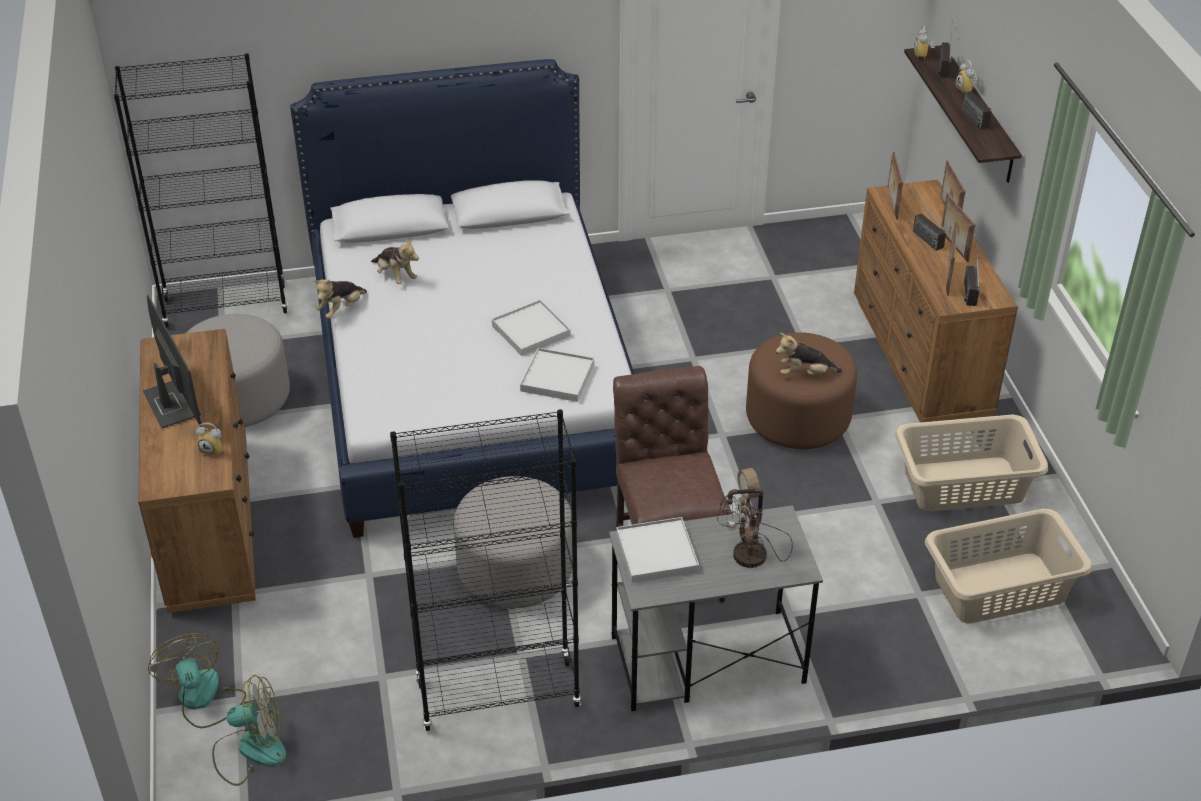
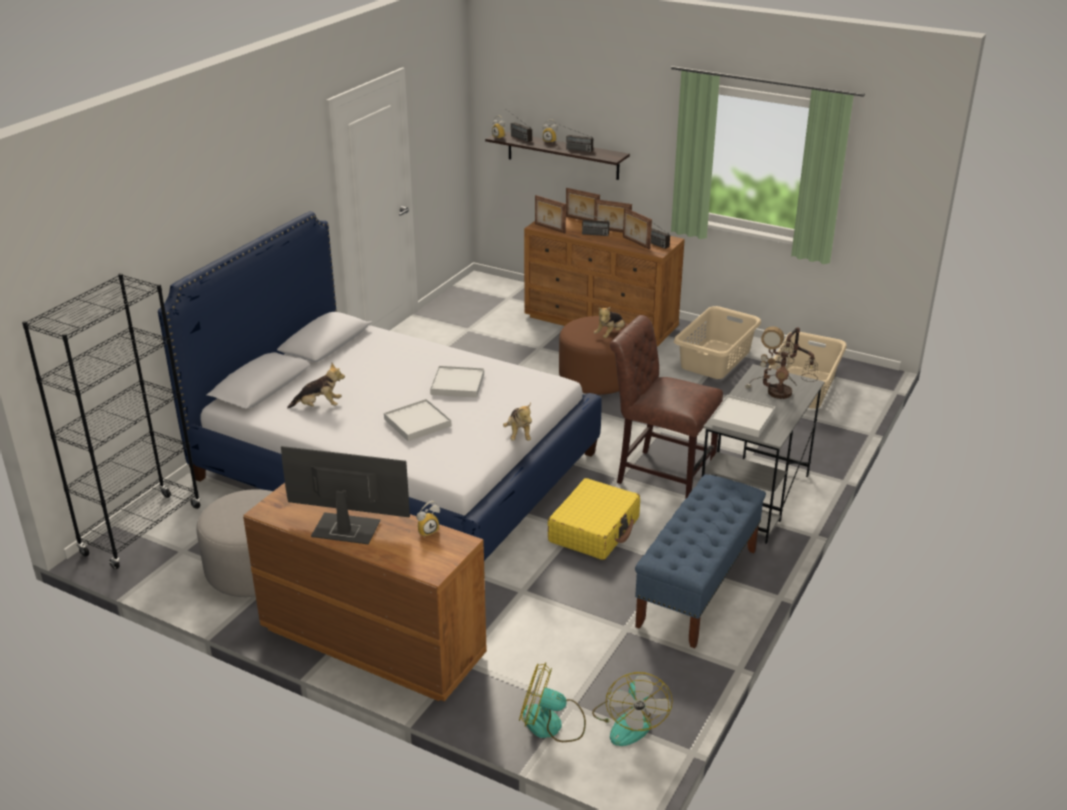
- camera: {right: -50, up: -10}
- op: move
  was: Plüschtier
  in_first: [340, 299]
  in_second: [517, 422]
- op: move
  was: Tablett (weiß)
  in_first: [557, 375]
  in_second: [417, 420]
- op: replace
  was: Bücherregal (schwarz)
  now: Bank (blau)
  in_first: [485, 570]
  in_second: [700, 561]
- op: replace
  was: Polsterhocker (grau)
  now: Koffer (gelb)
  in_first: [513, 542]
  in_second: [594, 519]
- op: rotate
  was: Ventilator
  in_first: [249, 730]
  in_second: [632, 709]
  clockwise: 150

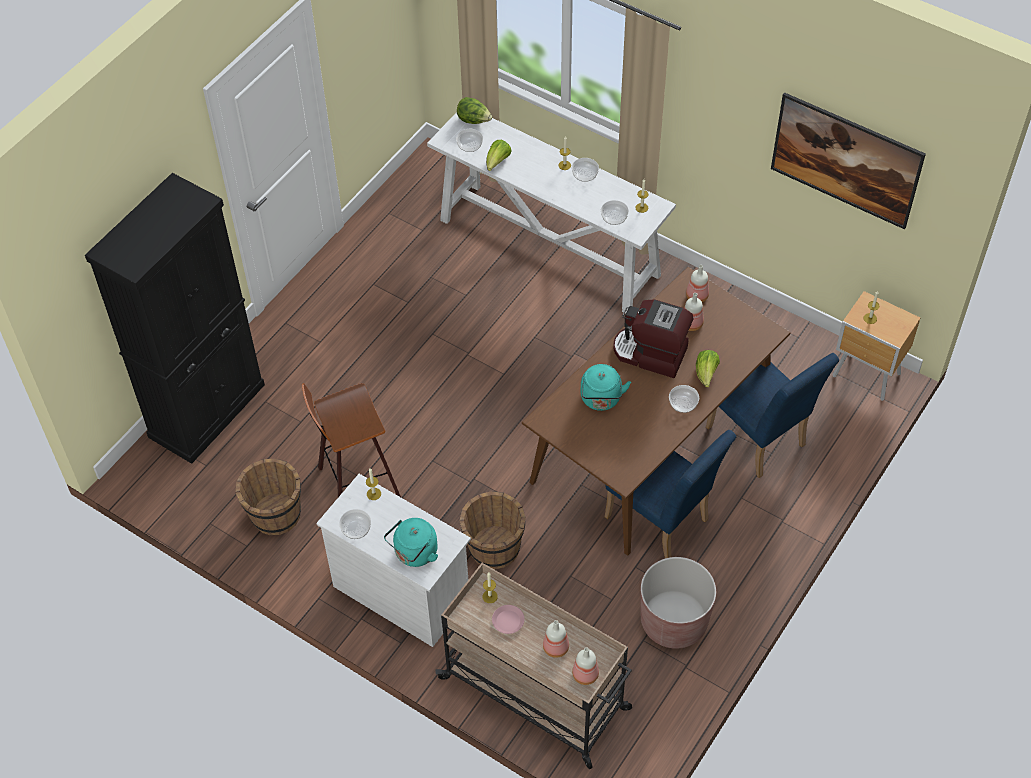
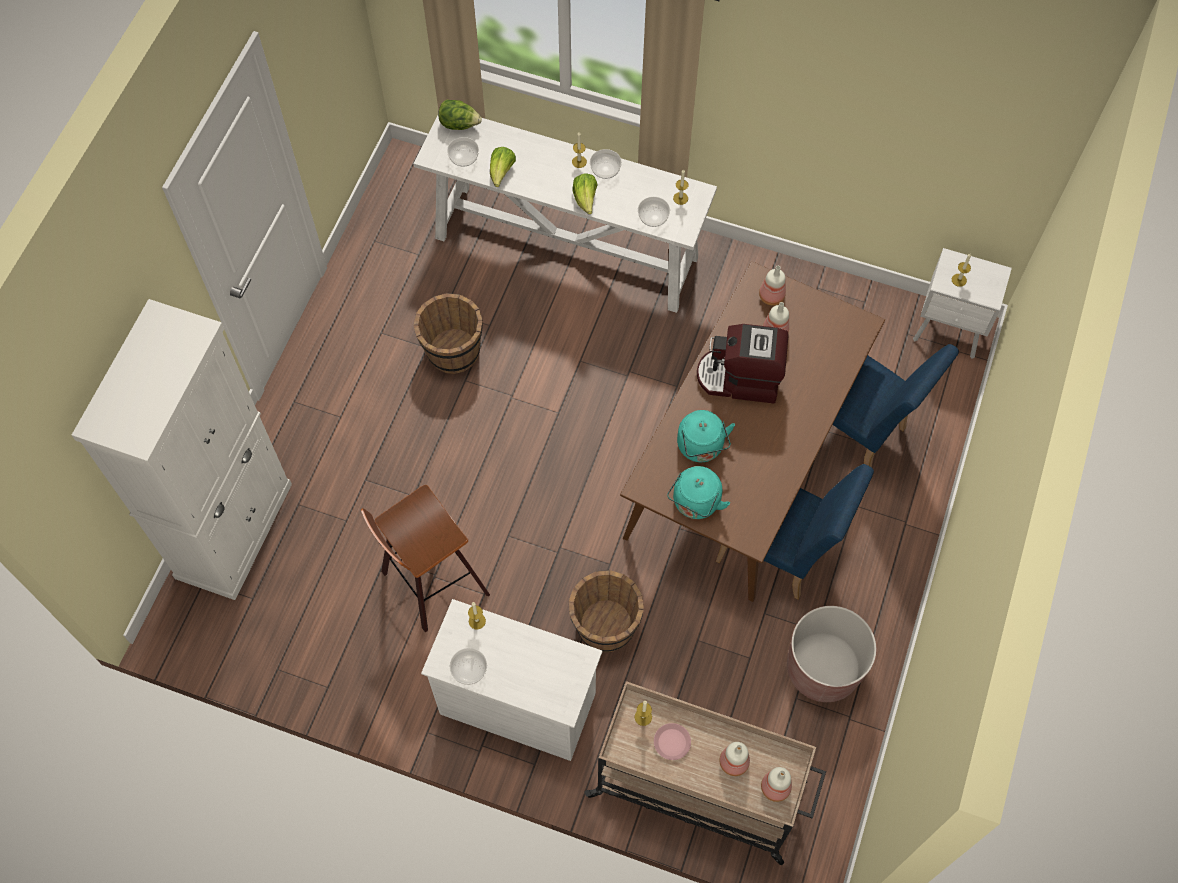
- camera: {right: -15, up: 10}
- op: delete
  was: Schüssel
  in_first: [684, 399]
- op: delete
  was: Bild
  in_first: [848, 160]
- op: move
  was: Eimer (braun)
  in_first: [268, 497]
  in_second: [448, 333]
- op: move
  was: Wasserkessel (türkis)
  in_first: [411, 542]
  in_second: [698, 492]
- op: move
  was: Salatkopf
  in_first: [708, 368]
  in_second: [585, 194]
- op: recolor
  was: Schrank (schwarz)
  now: Schrank (weiß)
  in_first: [175, 318]
  in_second: [182, 449]
- op: recolor
  was: Nachttisch (braun)
  now: Nachttisch (weiß)
  in_first: [876, 346]
  in_second: [962, 303]

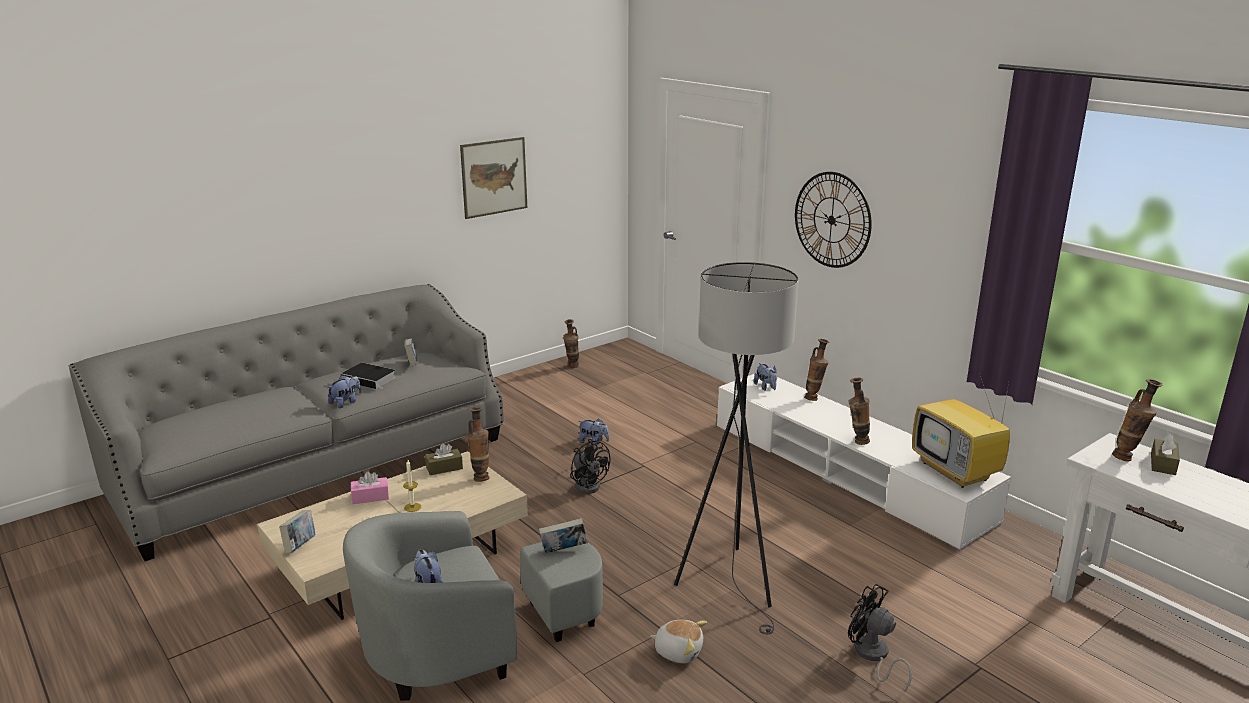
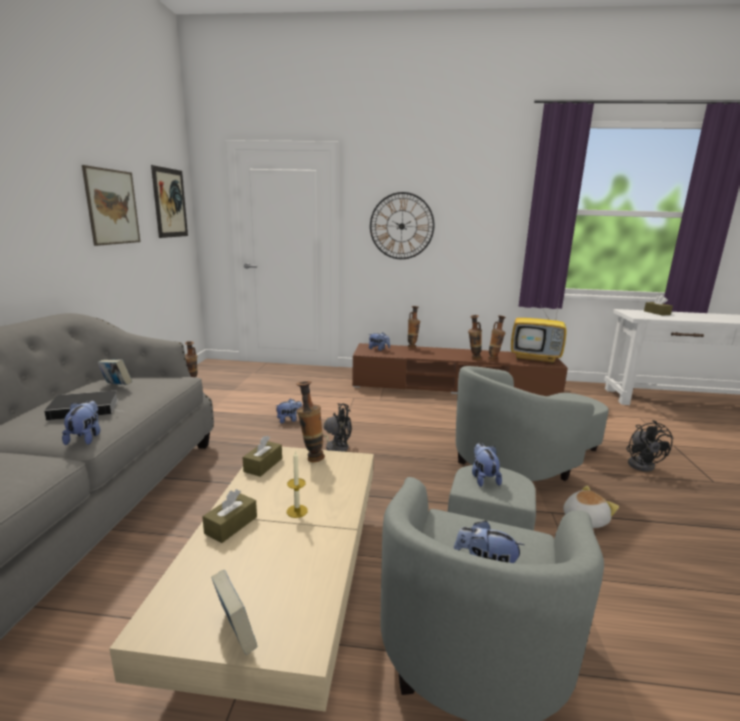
- camera: {right: -45, up: -5}
- op: insert
  now: Bild
  in_second: [169, 201]
- op: move
  was: Vase
  in_first: [1137, 420]
  in_second: [497, 338]
- op: replace
  was: Buch
  now: Plüschtier
  in_first: [563, 535]
  in_second: [487, 465]
- op: replace
  was: Stehlampe (grau)
  now: Sessel (grau)
  in_first: [736, 448]
  in_second: [532, 423]
- op: recolor
  was: Taschentuchbox (rosa)
  now: Taschentuchbox (braun)
  in_first: [370, 487]
  in_second: [229, 516]
- op: recolor
  was: Fernsehschrank (weiß)
  now: Fernsehschrank (braun)
  in_first: [864, 461]
  in_second: [460, 369]
- op: rotate
  was: Ventilator (schwarz)
  in_first: [880, 637]
  in_second: [650, 446]
  clockwise: -90

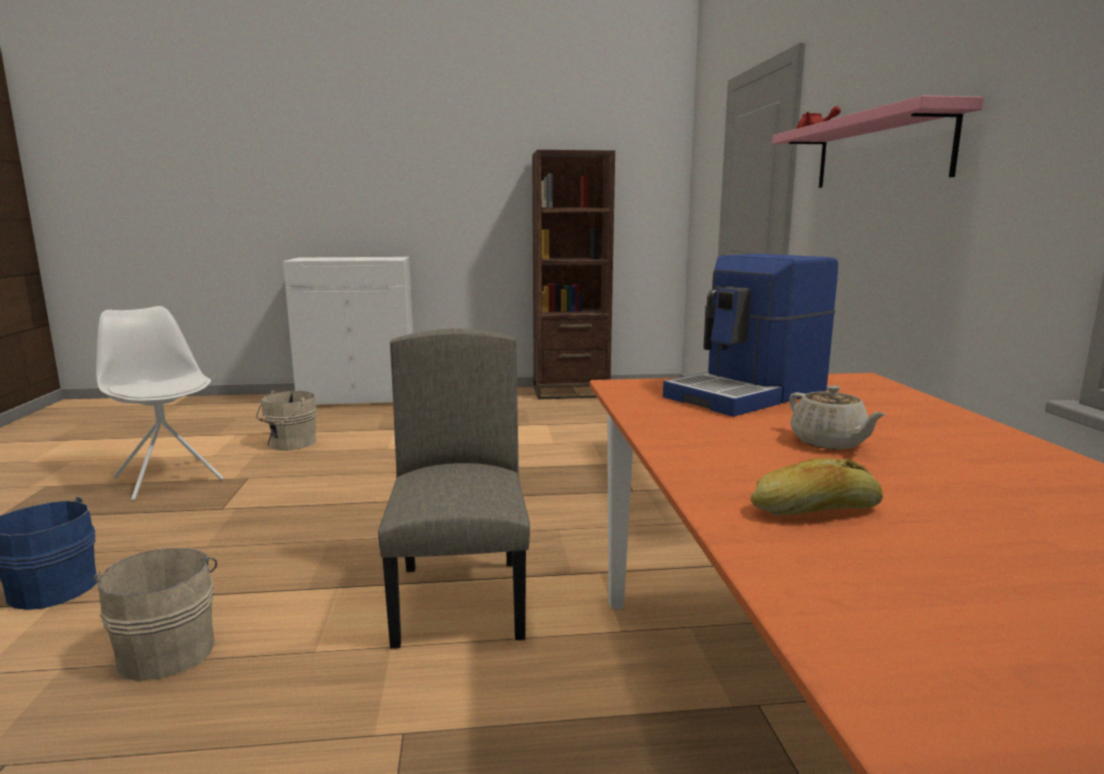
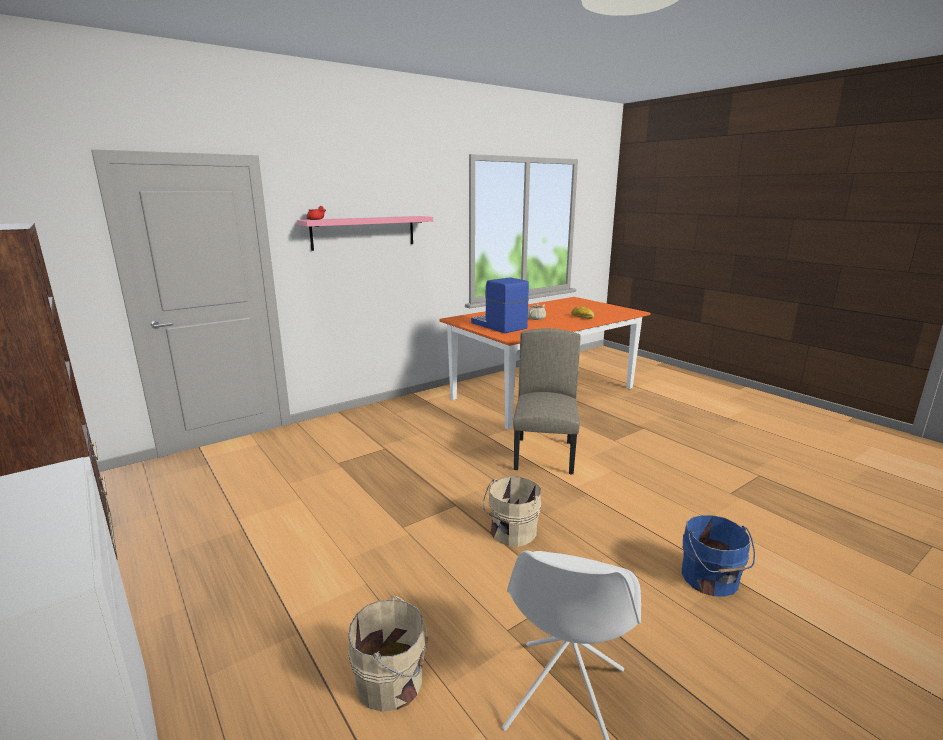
- camera: {right: -120, up: 5}
- op: move
  was: Eimer (beige)
  in_first: [155, 614]
  in_second: [512, 511]
- op: rotate
  was: Stuhl (beige)
  in_first: [454, 488]
  in_second: [547, 401]
  clockwise: 135
- op: rotate
  was: Kaffeemaschine
  in_first: [750, 335]
  in_second: [500, 305]
  clockwise: -150

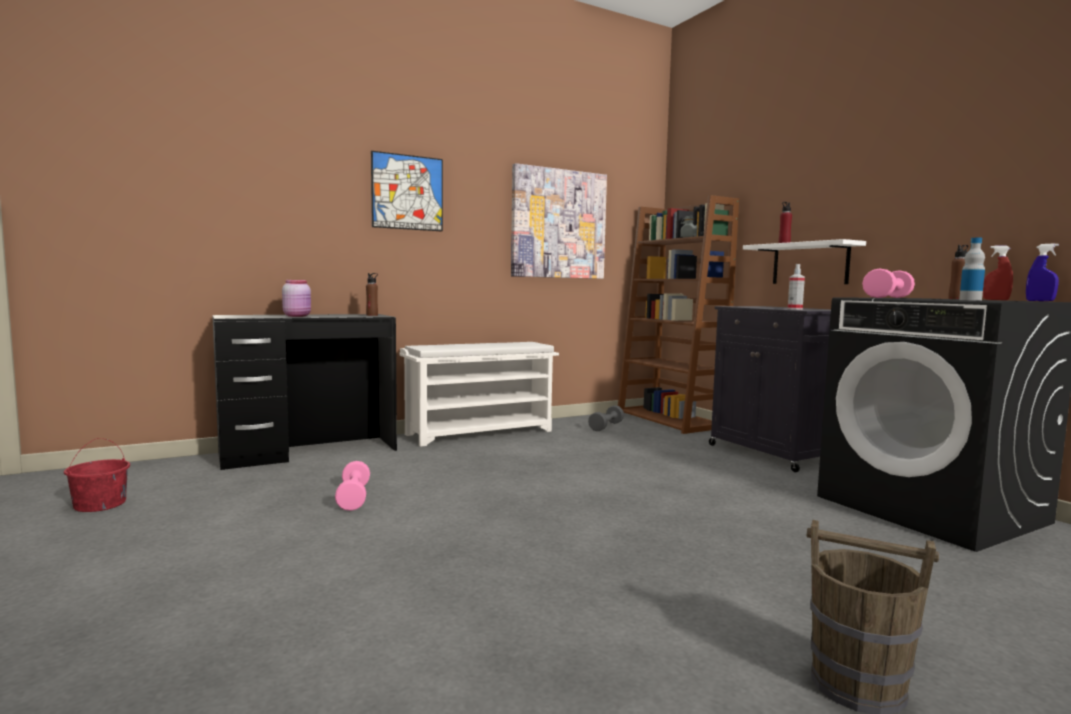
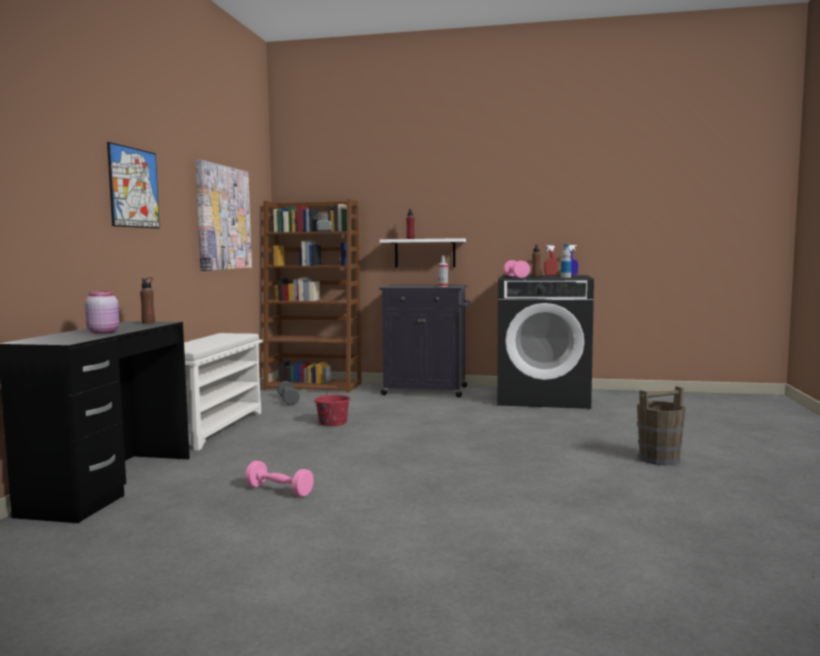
- camera: {right: -50, up: 0}
- op: move
  was: Eimer (rot)
  in_first: [97, 475]
  in_second: [332, 403]

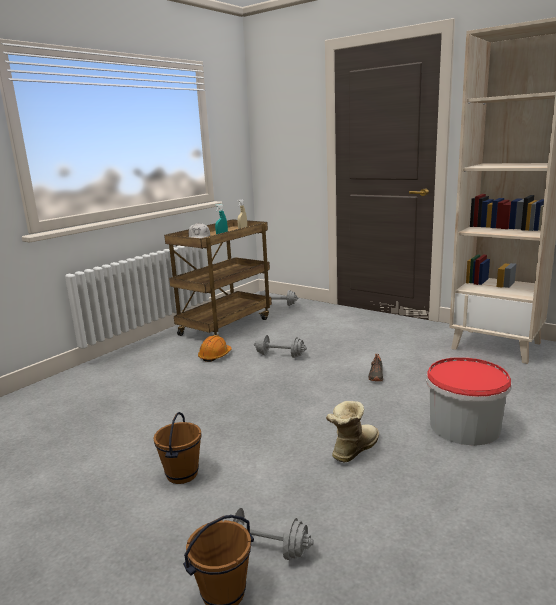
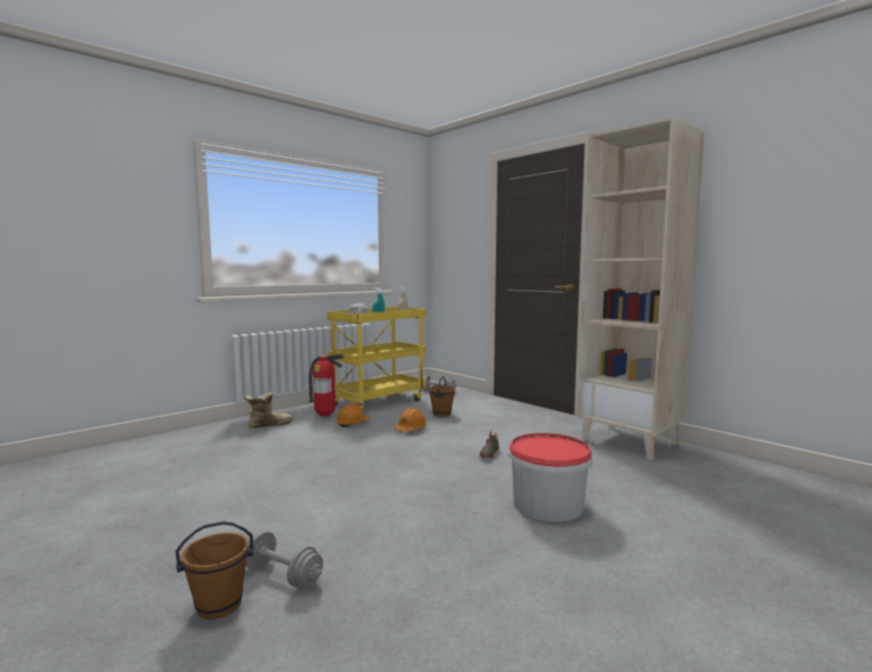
- camera: {right: 10, up: -10}
- op: insert
  now: Feuerlöscher
  in_second: [326, 385]
- op: move
  was: Eimer (braun)
  in_first: [178, 448]
  in_second: [442, 397]
- op: move
  was: Stiefel
  in_first: [352, 432]
  in_second: [268, 410]
- op: replace
  was: Hantel (grau)
  now: Schutzhelm (orange)
  in_first: [280, 346]
  in_second: [411, 419]
- op: recolor
  was: Rollwagen (braun)
  now: Rollwagen (gelb)
  in_first: [218, 277]
  in_second: [376, 358]

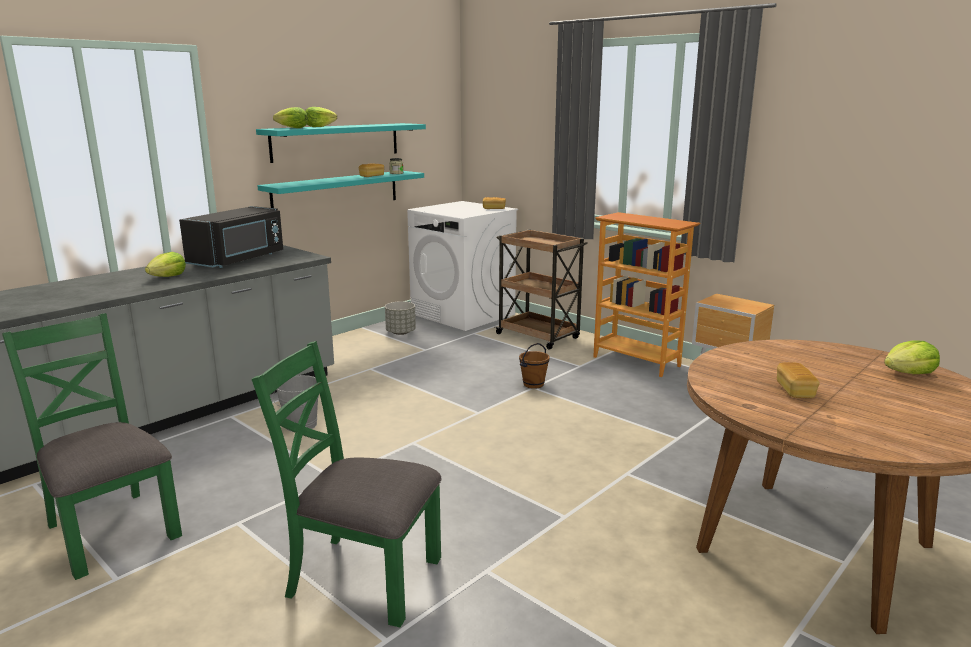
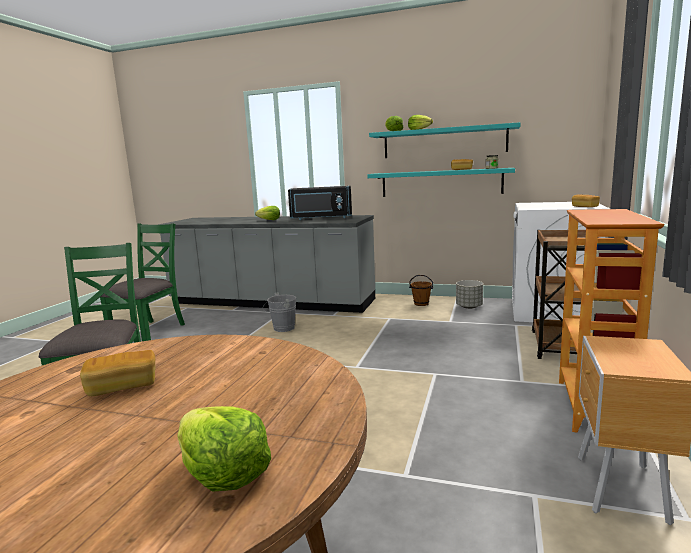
- camera: {right: 65, up: -5}
- op: move
  was: Eimer (braun)
  in_first: [534, 366]
  in_second: [421, 290]

